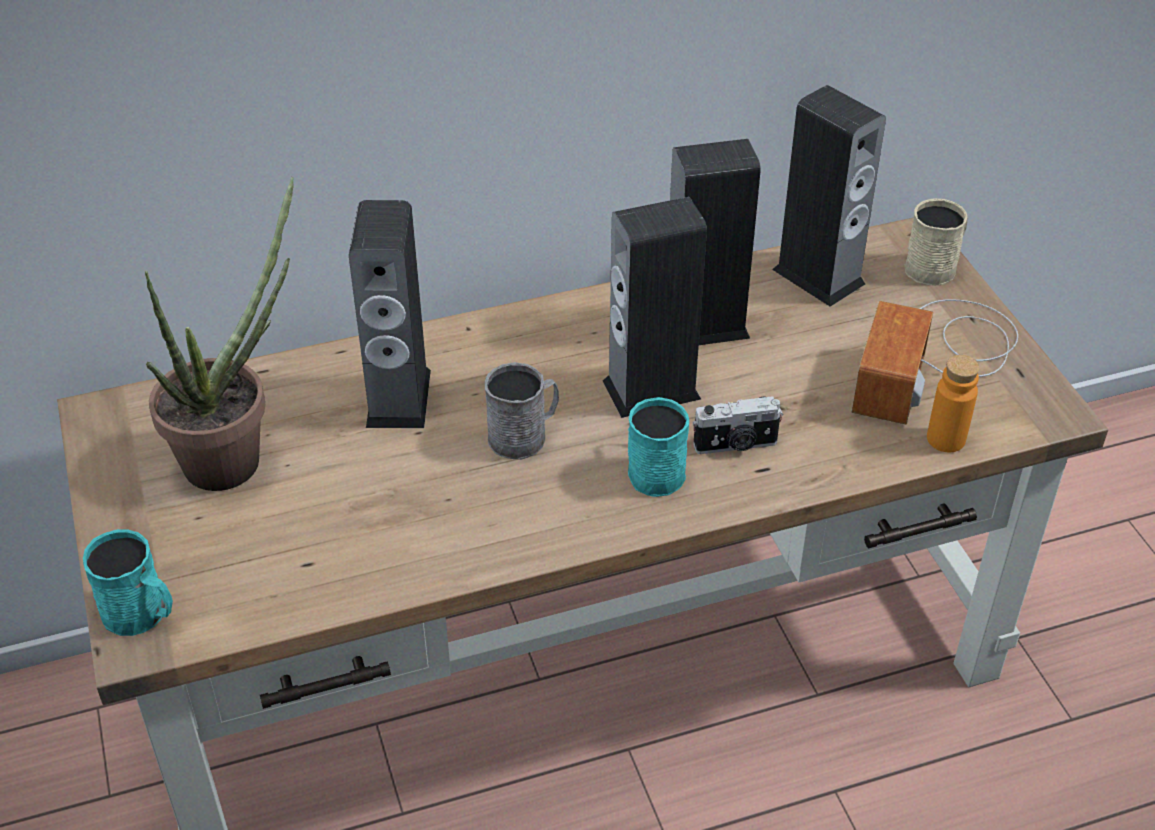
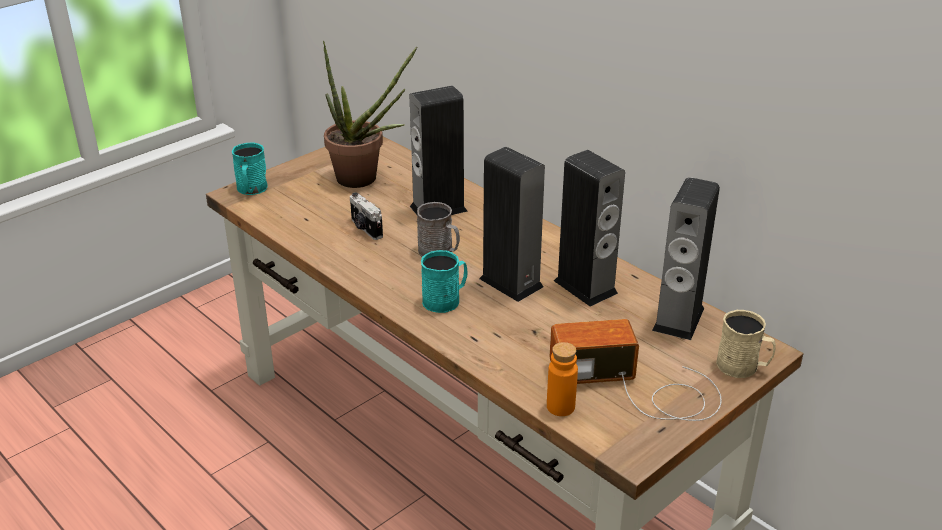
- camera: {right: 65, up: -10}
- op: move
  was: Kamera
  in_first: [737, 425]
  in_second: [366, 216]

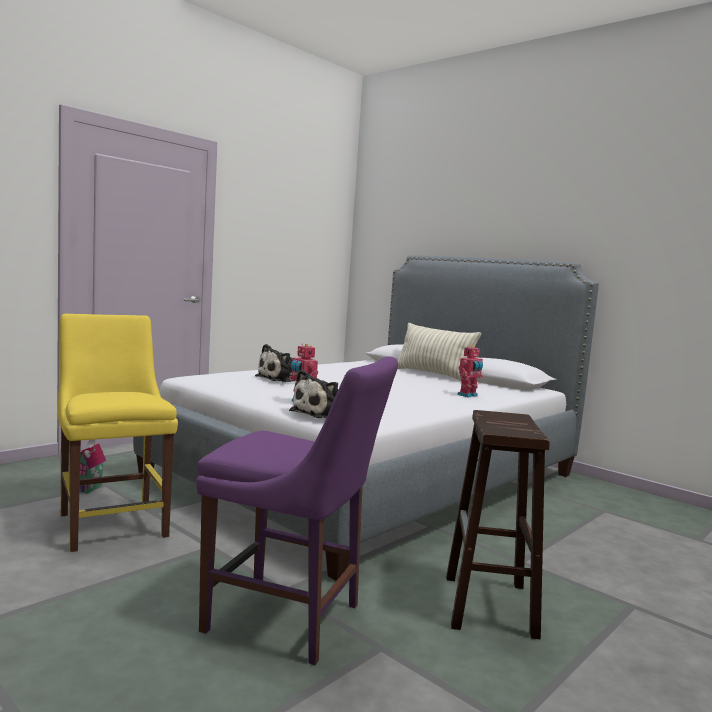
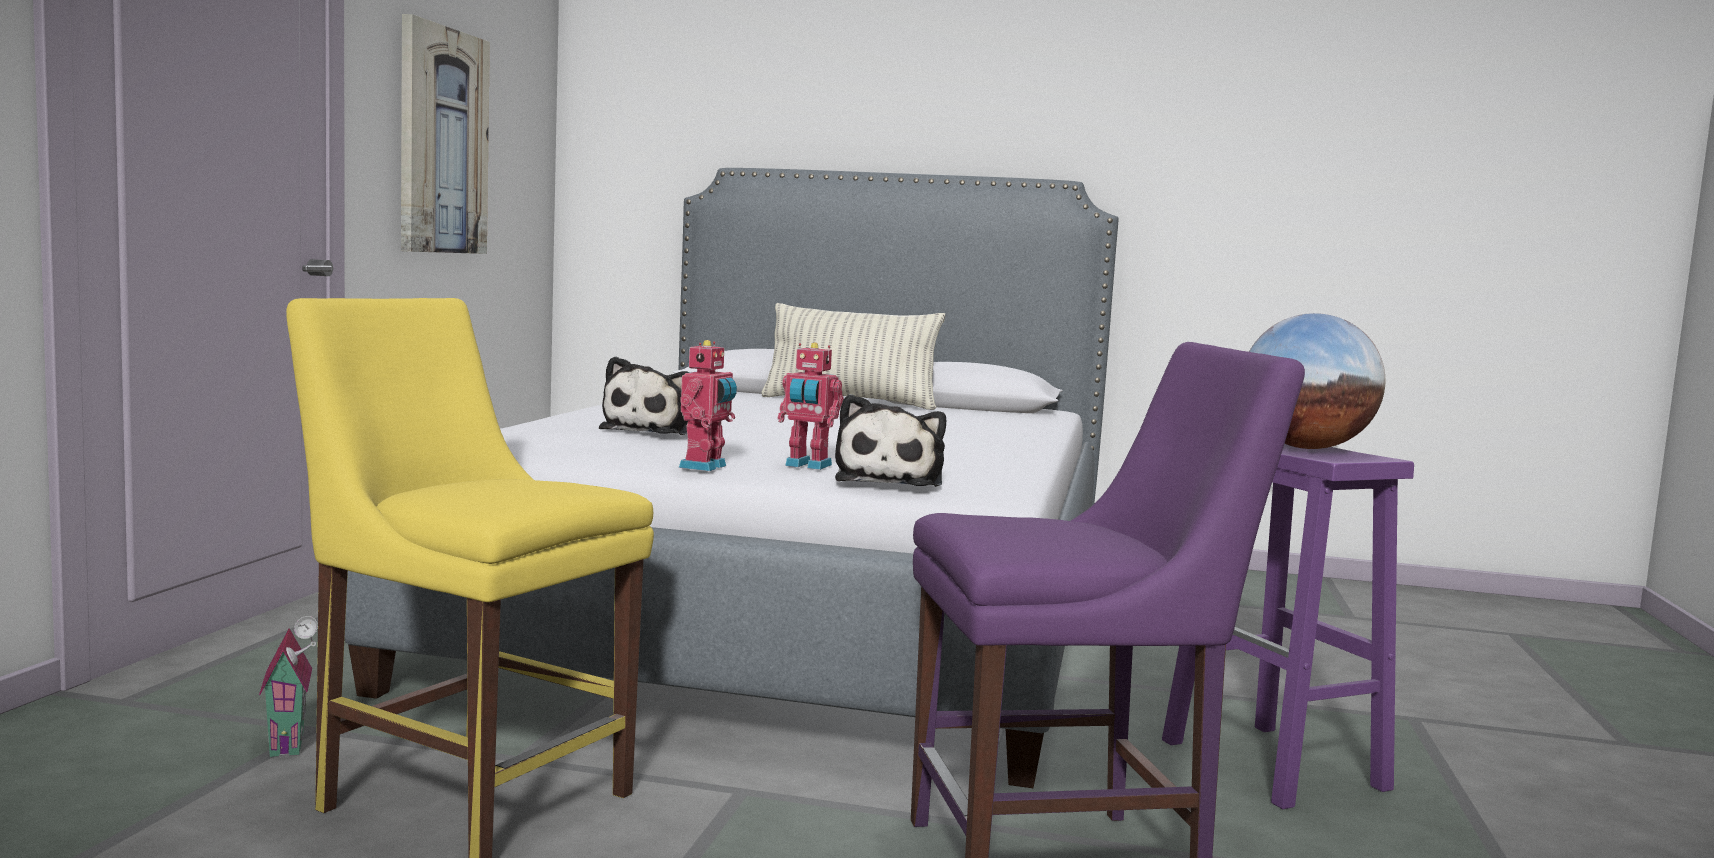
- camera: {right: -30, up: 0}
- op: insert
  now: Bild
  in_second: [445, 134]
- op: insert
  now: Globus
  in_second: [1317, 381]
- op: move
  was: Spielzeugroboter
  in_first: [470, 371]
  in_second: [708, 405]
- op: recolor
  was: Hocker (braun)
  now: Hocker (lila)
  in_first: [498, 524]
  in_second: [1288, 626]

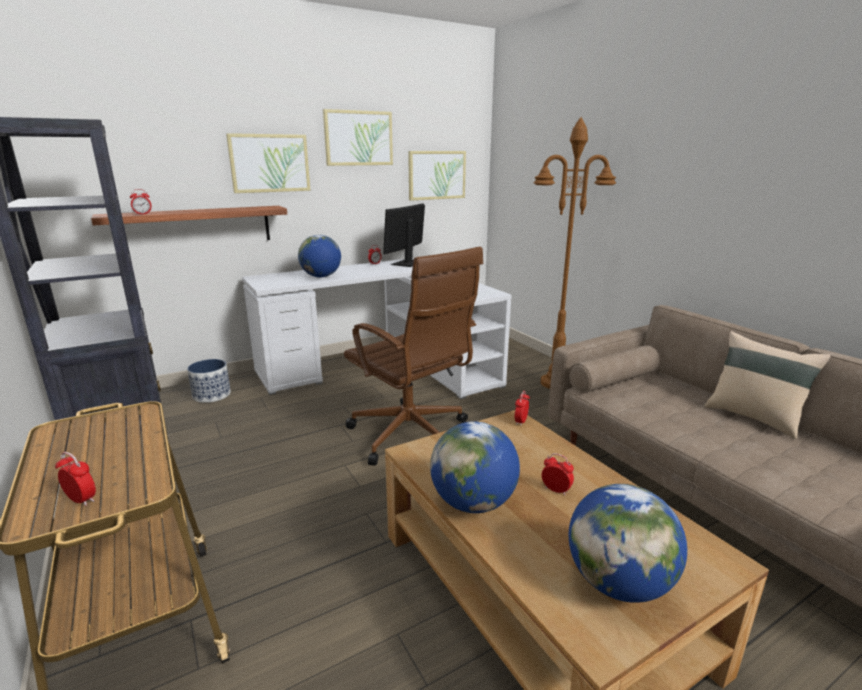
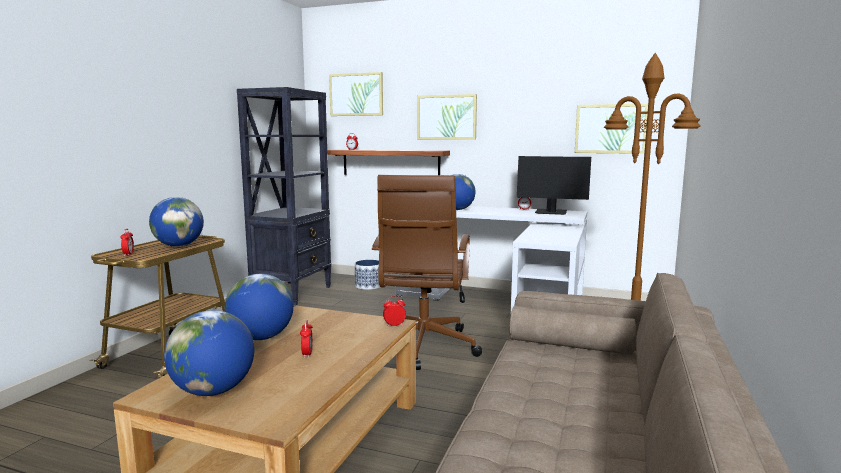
- camera: {right: 50, up: -10}
- op: delete
  was: Kissen (beige)
  in_first: [767, 385]
- op: insert
  now: Globus
  in_second: [176, 222]
- op: move
  was: Bild
  in_first: [358, 137]
  in_second: [356, 94]
- op: rotate
  was: Monitor
  in_first: [404, 235]
  in_second: [554, 185]
  clockwise: -150

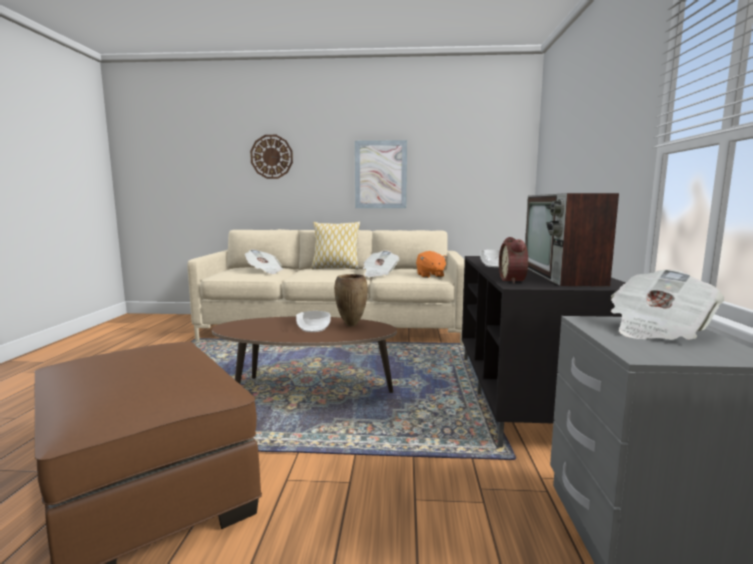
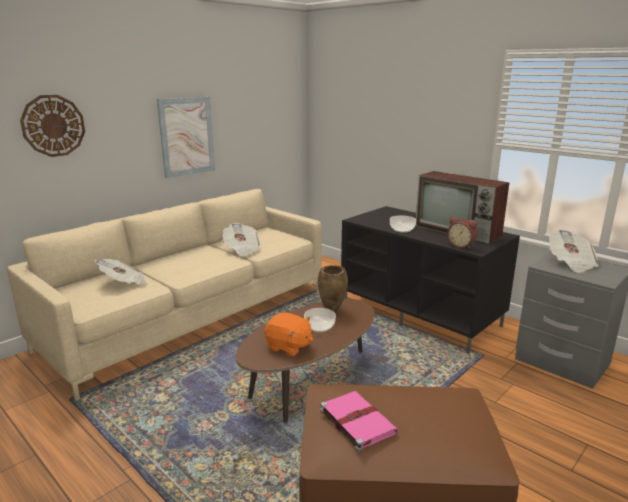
- camera: {right: -50, up: 10}
- op: delete
  was: Kissen
  in_first: [335, 246]
- op: insert
  now: Buch (rosa)
  in_second: [359, 421]
- op: move
  was: Plüschtier (orange)
  in_first: [431, 264]
  in_second: [288, 334]

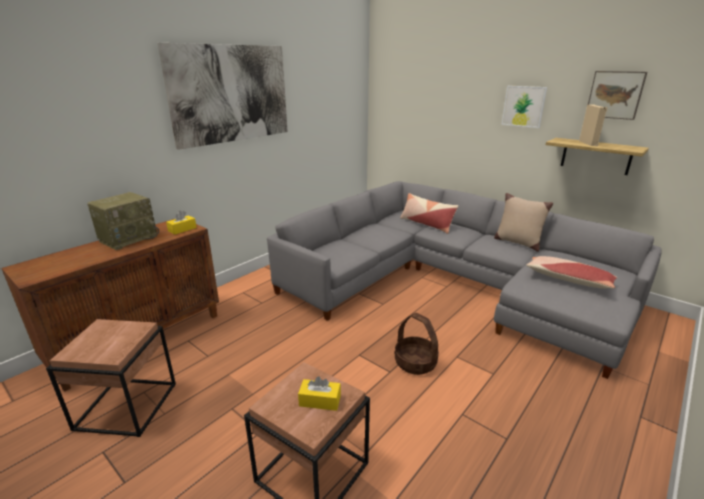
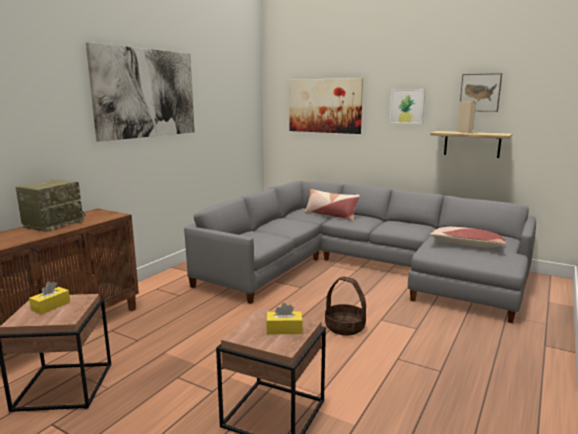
- camera: {right: -10, up: -10}
- op: delete
  was: Kissen (beige)
  in_first: [523, 222]
- op: insert
  now: Bild
  in_second: [326, 106]
- op: move
  was: Taschentuchbox (gelb)
  in_first: [181, 222]
  in_second: [49, 298]

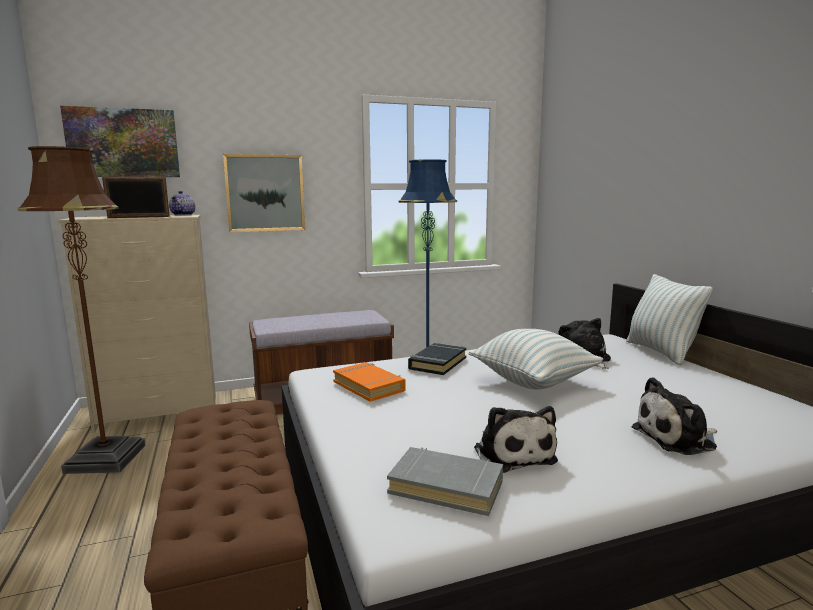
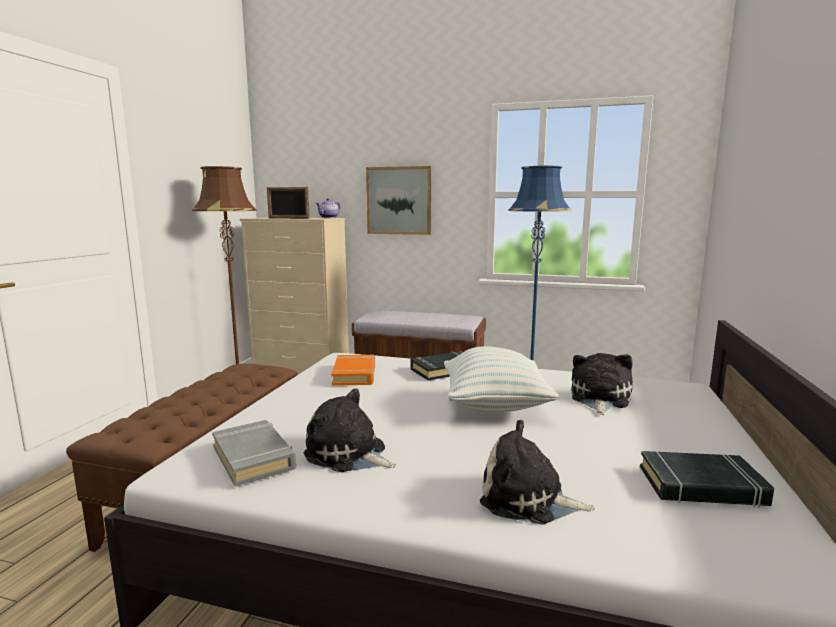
- camera: {right: 35, up: 0}
- op: delete
  was: Bild
  in_first: [120, 141]
- op: delete
  was: Kissen
  in_first: [669, 319]
- op: insert
  now: Buch (schwarz)
  in_second: [707, 479]
- op: rotate
  was: Plüschtier
  in_first: [516, 439]
  in_second: [350, 430]
  clockwise: 105

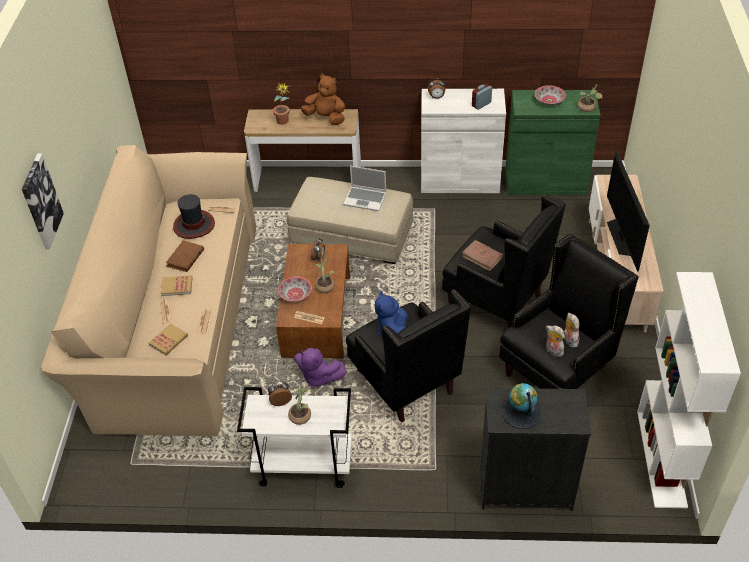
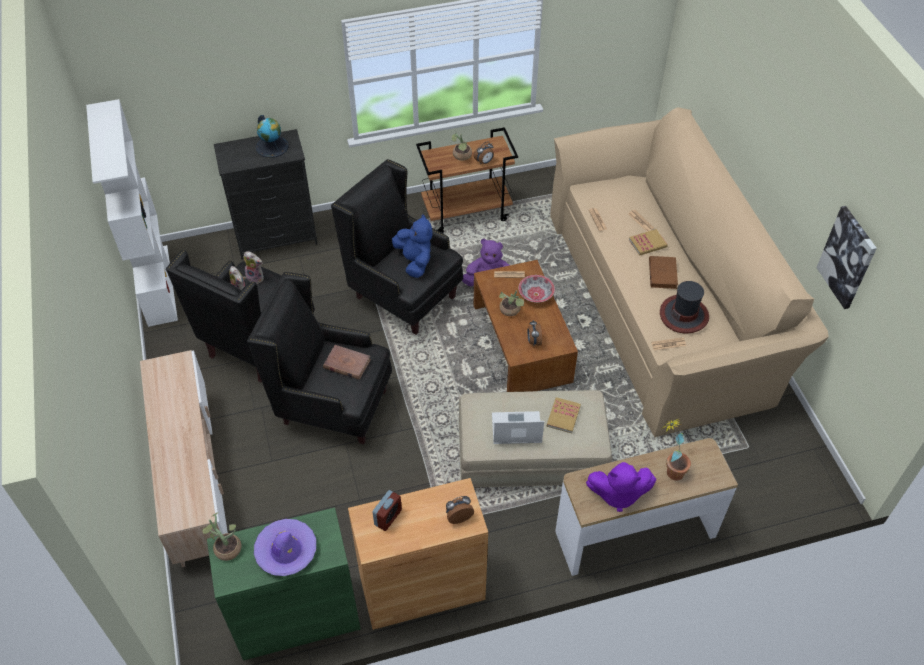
- camera: {right: 160, up: 5}
- op: delete
  was: Fernseher
  in_first: [628, 211]
- op: move
  was: Bild
  in_first: [43, 201]
  in_second: [846, 257]
- op: move
  was: Buch
  in_first: [168, 339]
  in_second: [564, 415]
- op: replace
  was: Schüssel
  now: Hut (lila)
  in_first: [550, 95]
  in_second: [285, 547]
- op: recolor
  was: Rollwagen (weiß)
  now: Rollwagen (braun)
  in_first: [294, 437]
  in_second: [467, 180]
- op: recolor
  was: Plüschtier (braun)
  now: Plüschtier (lila)
  in_first: [323, 99]
  in_second: [621, 487]
- op: recolor
  was: Schrank (weiß)
  now: Schrank (braun)
  in_first: [463, 141]
  in_second: [418, 554]

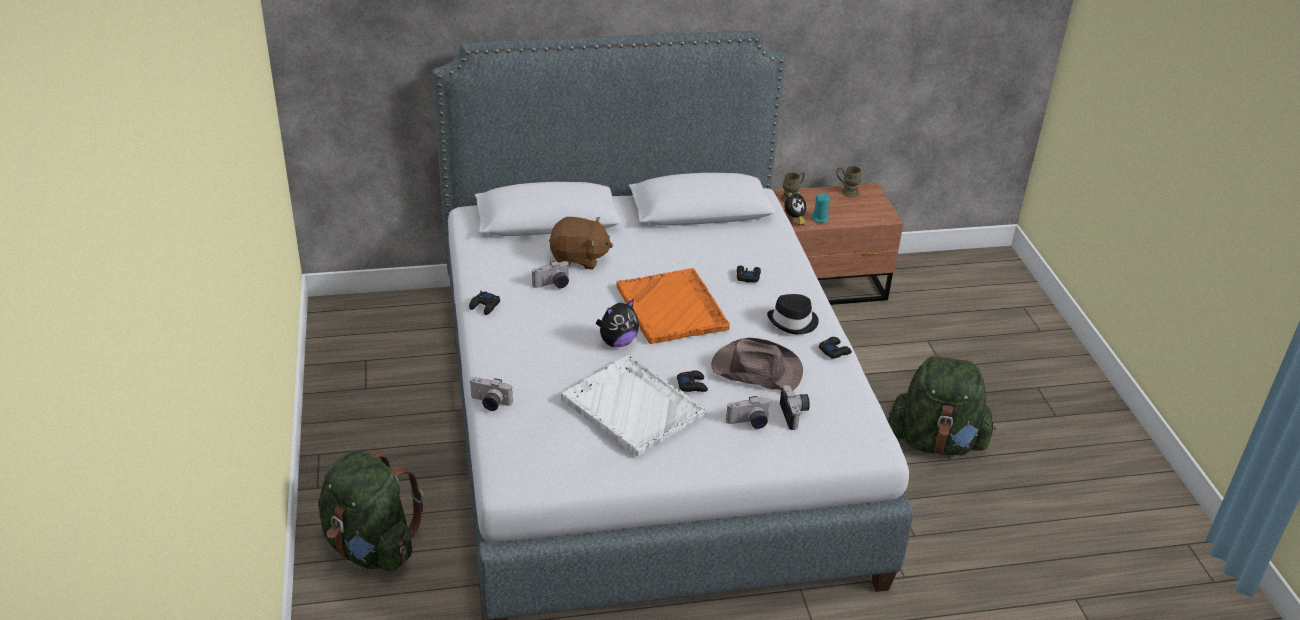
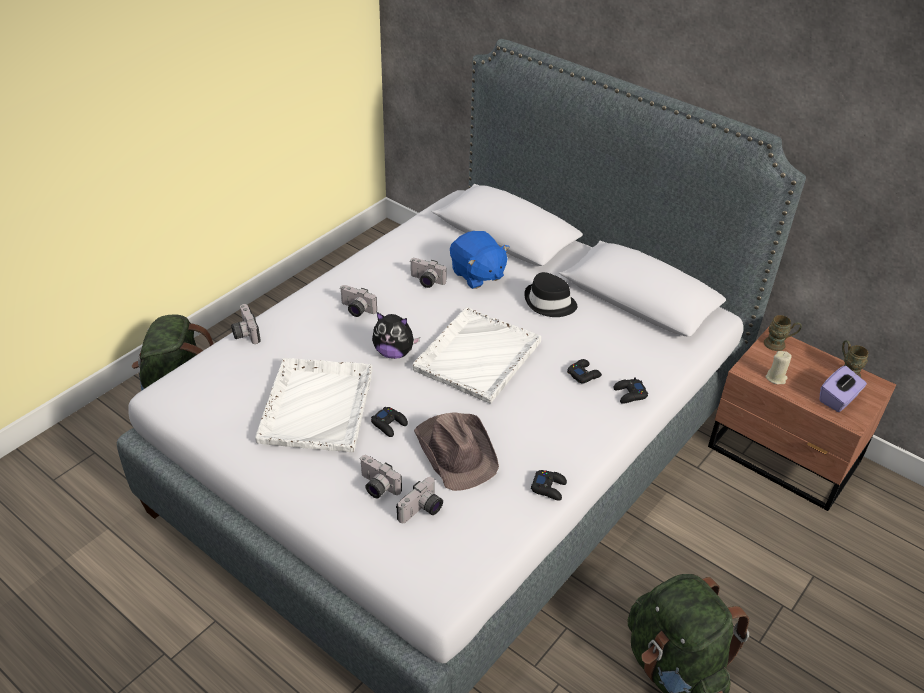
- camera: {right: 50, up: 5}
- op: delete
  was: Wecker
  in_first: [795, 208]
- op: insert
  now: Kamera
  in_second: [358, 301]
- op: insert
  now: Taschentuchbox (lila)
  in_second: [843, 389]
- op: move
  was: Gamepad (schwarz)
  in_first: [484, 303]
  in_second: [630, 390]
- op: move
  was: Hut (schwarz)
  in_first: [793, 314]
  in_second: [550, 294]
- op: recolor
  was: Plüschtier (braun)
  now: Plüschtier (blau)
  in_first: [581, 243]
  in_second: [479, 260]
- op: recolor
  was: Tablett (orange)
  now: Tablett (weiß)
  in_first: [673, 306]
  in_second: [477, 355]
- op: recolor
  was: Kerze (türkis)
  now: Kerze (beige)
  in_first: [820, 208]
  in_second: [779, 367]

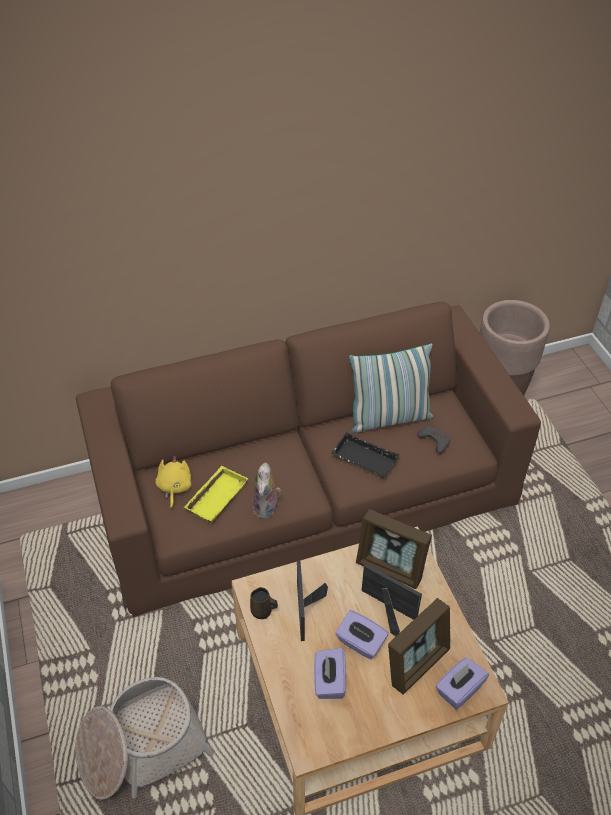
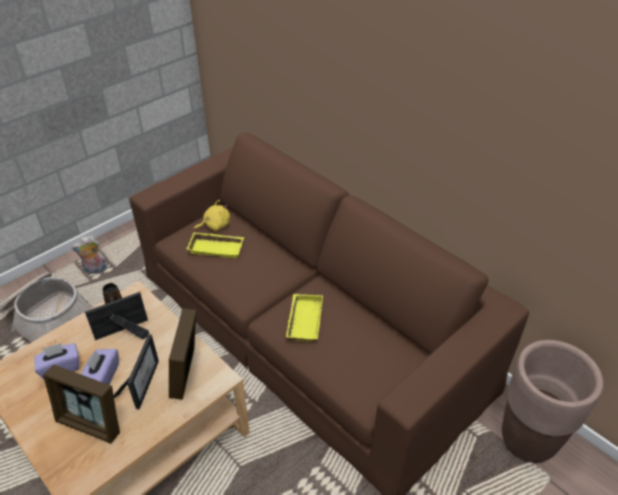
- camera: {right: 65, up: -5}
- op: delete
  was: Kissen
  in_first: [391, 388]
- op: delete
  was: Gamepad (grau)
  in_first: [433, 439]
- op: delete
  was: Taschentuchbox (lila)
  in_first: [462, 683]
- op: move
  was: Plüschtier
  in_first: [267, 491]
  in_second: [89, 254]
- op: recolor
  was: Tablett (schwarz)
  now: Tablett (gelb)
  in_first: [365, 455]
  in_second: [304, 318]

